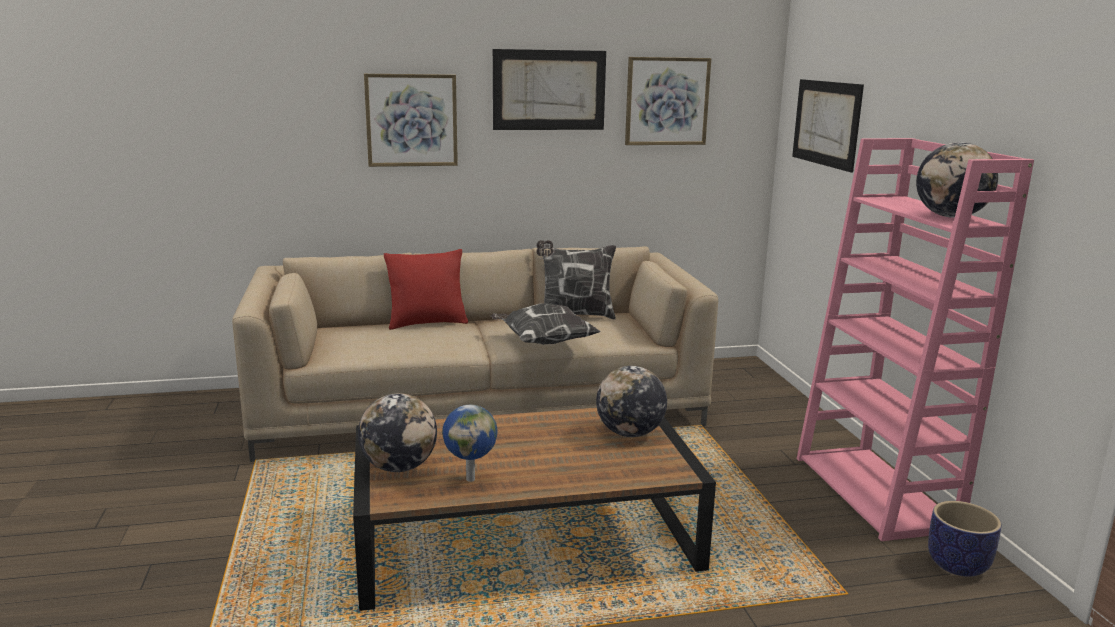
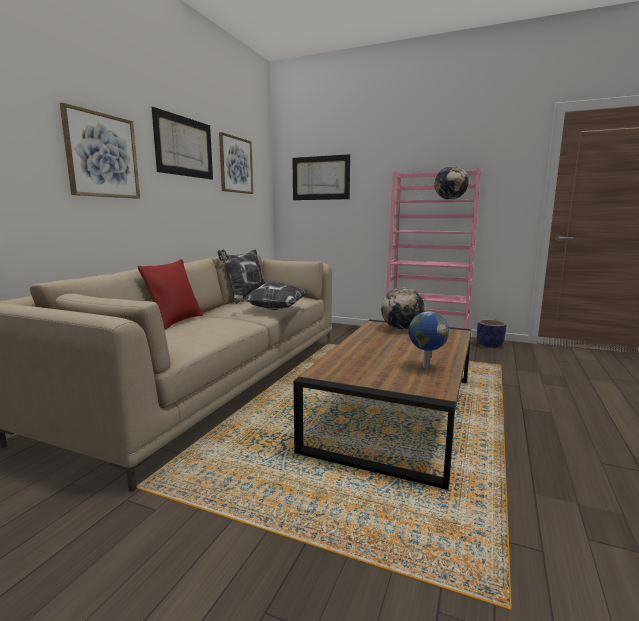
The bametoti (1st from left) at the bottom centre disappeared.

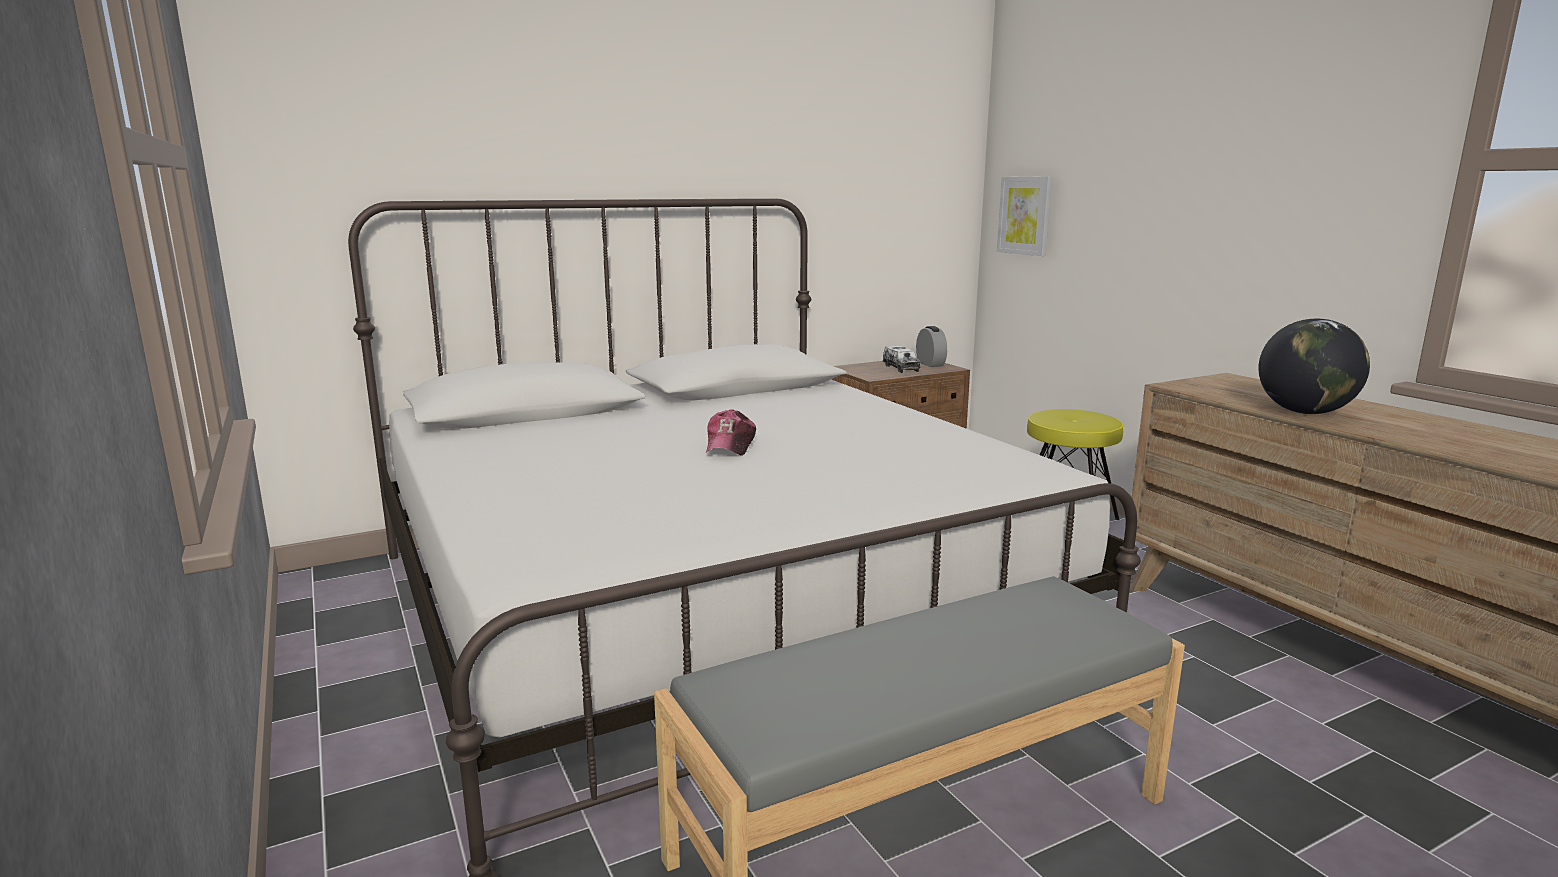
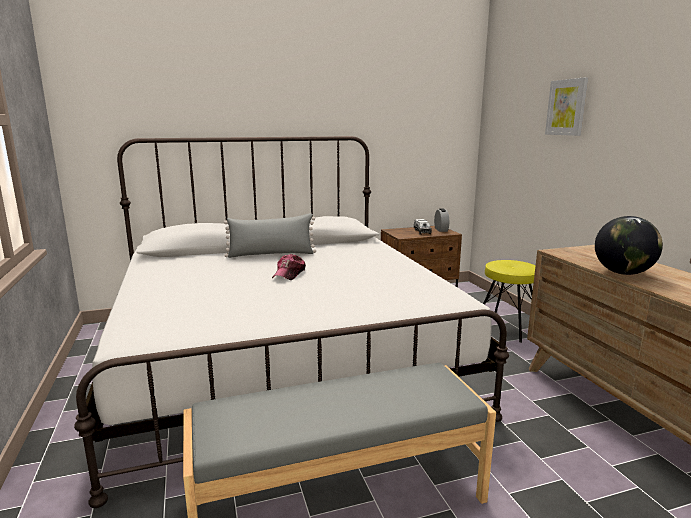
The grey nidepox at the centre appeared.
The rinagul moved from the top centre to the top right.

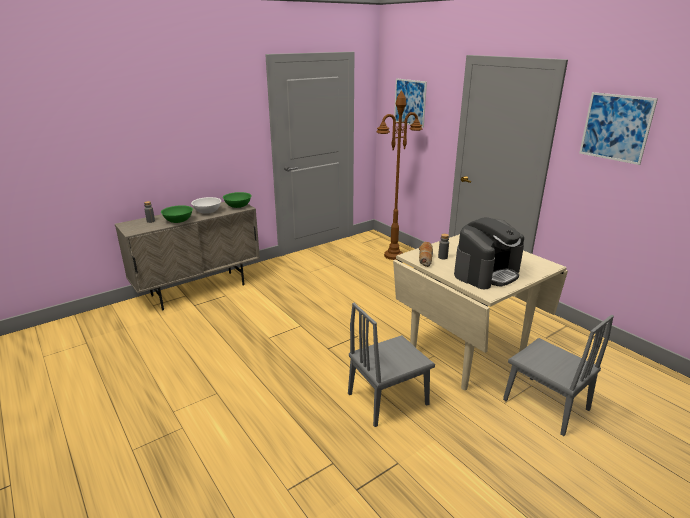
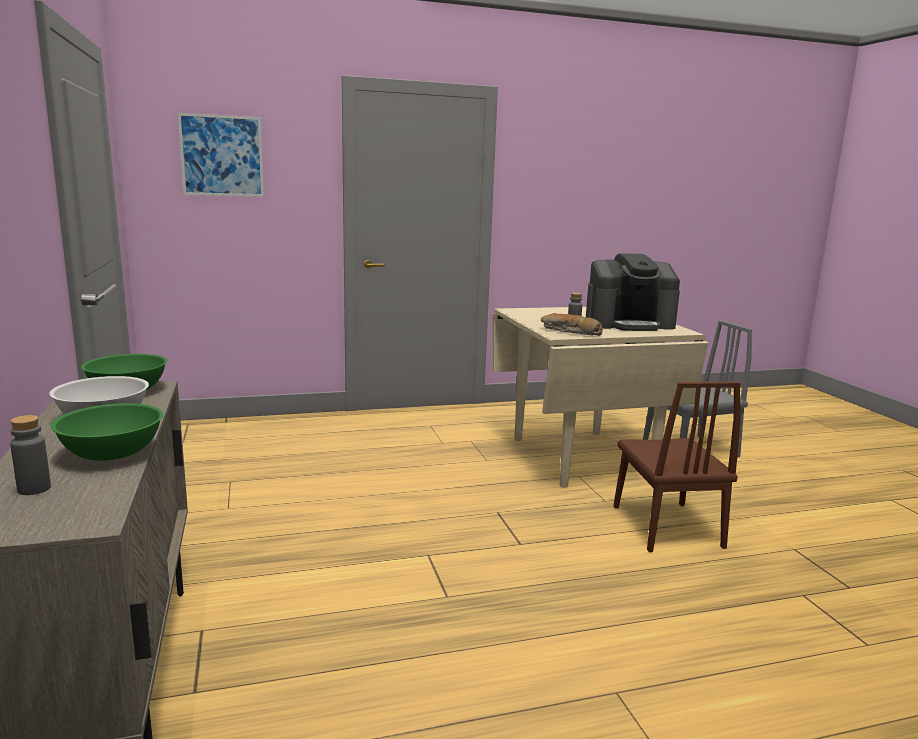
The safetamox at the middle right turned 105 degrees clockwise.
The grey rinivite (1st from left) at the bottom centre became the brown rinivite at the middle right.
The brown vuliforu at the centre disappeared.
The rinagul (2nd from left) at the top right disappeared.

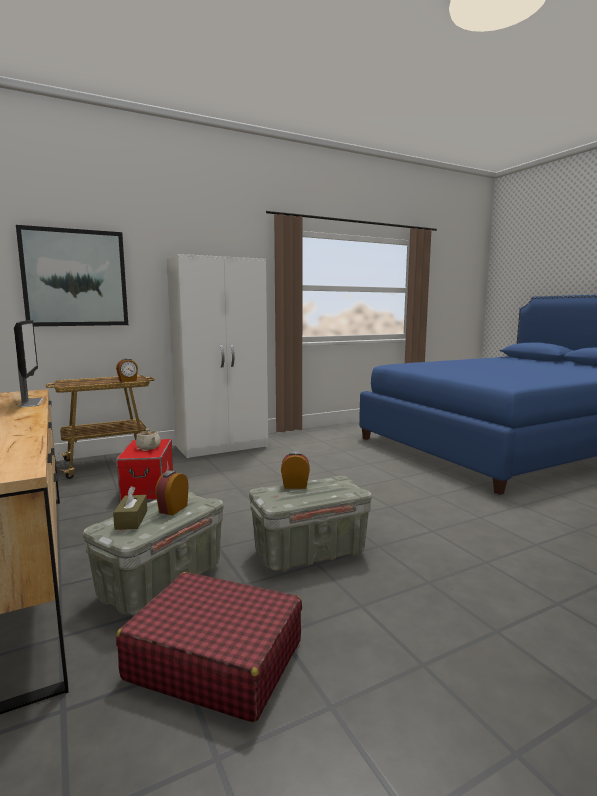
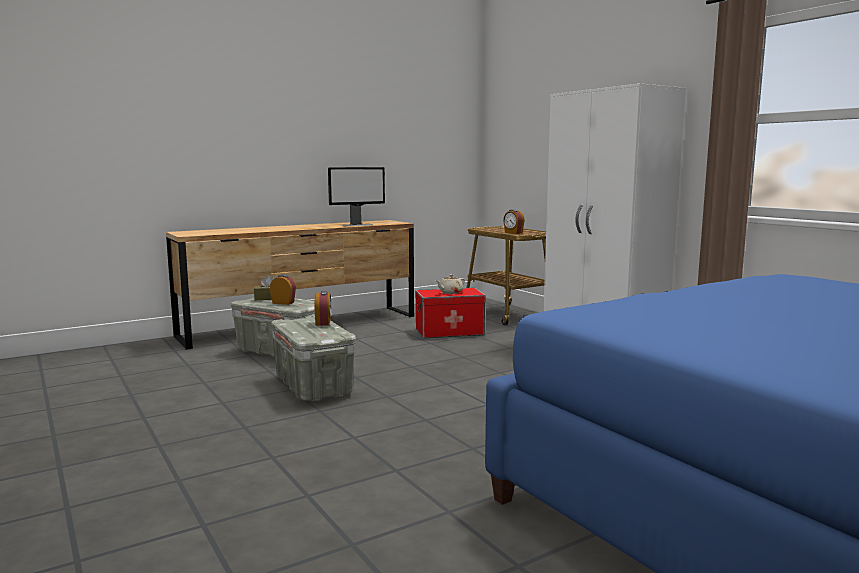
The rinagul at the middle left disappeared.
The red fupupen at the bottom centre disappeared.

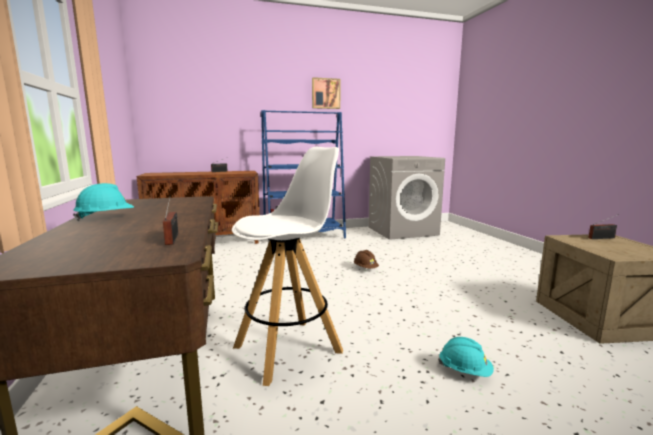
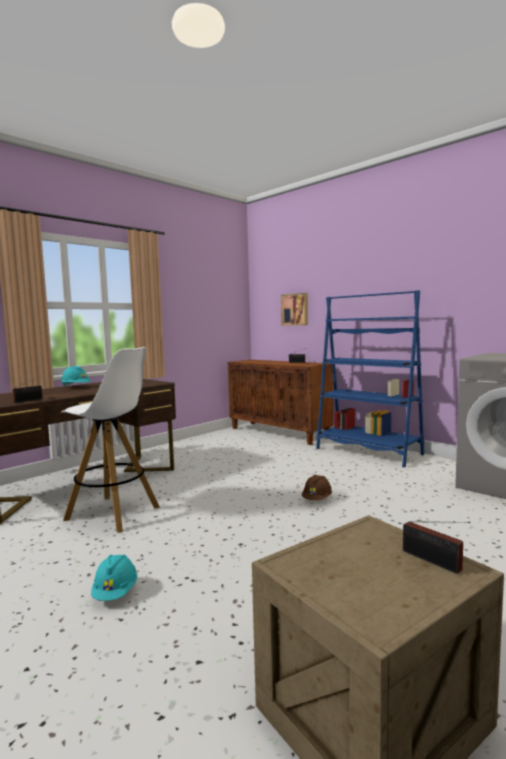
The rinagul moved from the top centre to the centre.

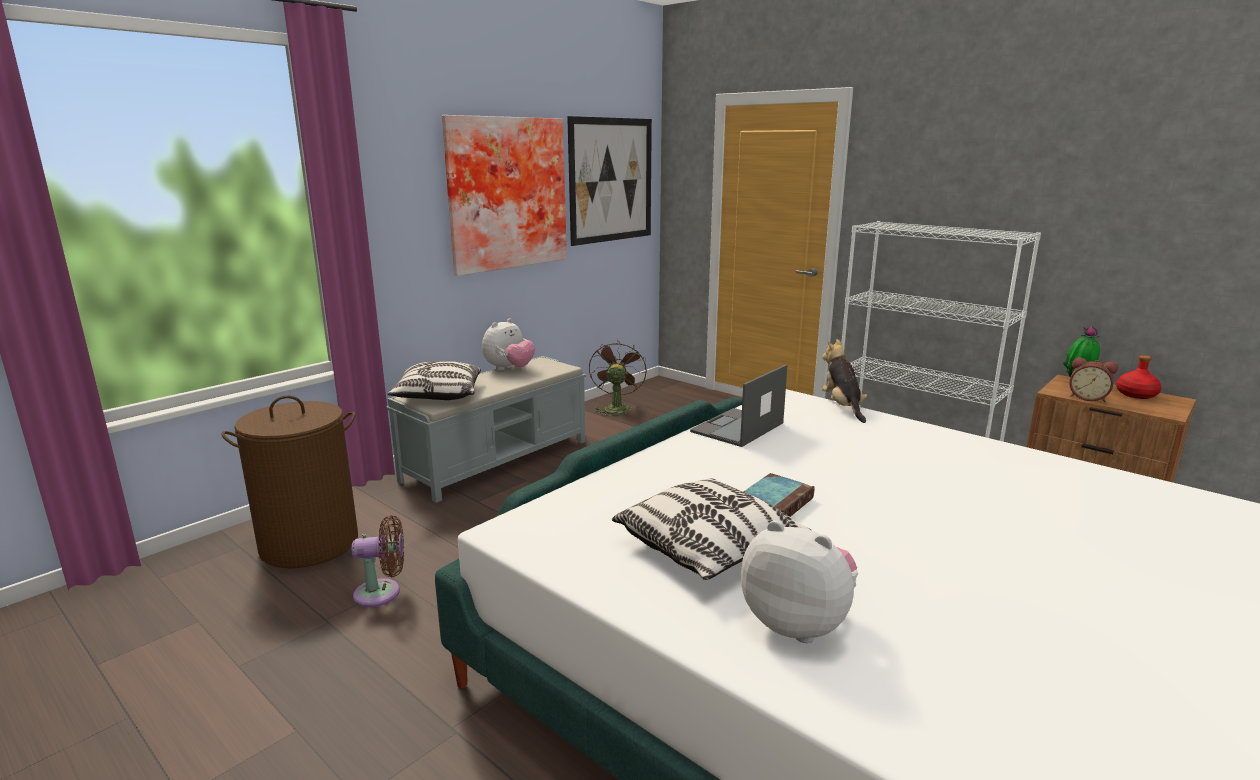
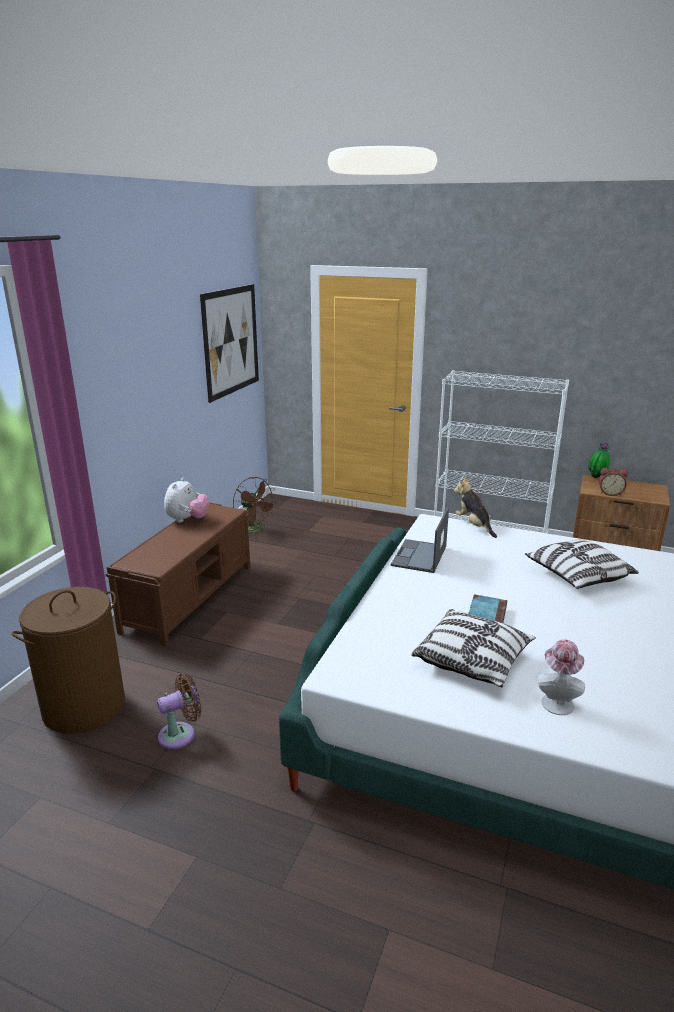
The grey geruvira at the centre became the brown geruvira at the middle left.
The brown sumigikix (2nd from left) at the centre turned 150 degrees clockwise.
The nidepox (1st from left in the first image) moved from the centre to the middle right.
The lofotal (2nd from left) at the bottom centre was replaced by the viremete at the bottom right.
The rinagul (1st from left) at the top centre disappeared.
The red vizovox at the middle right disappeared.

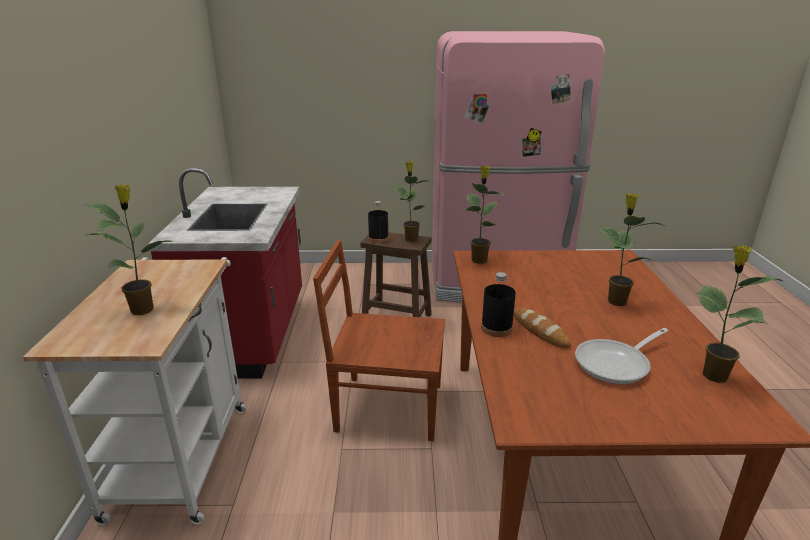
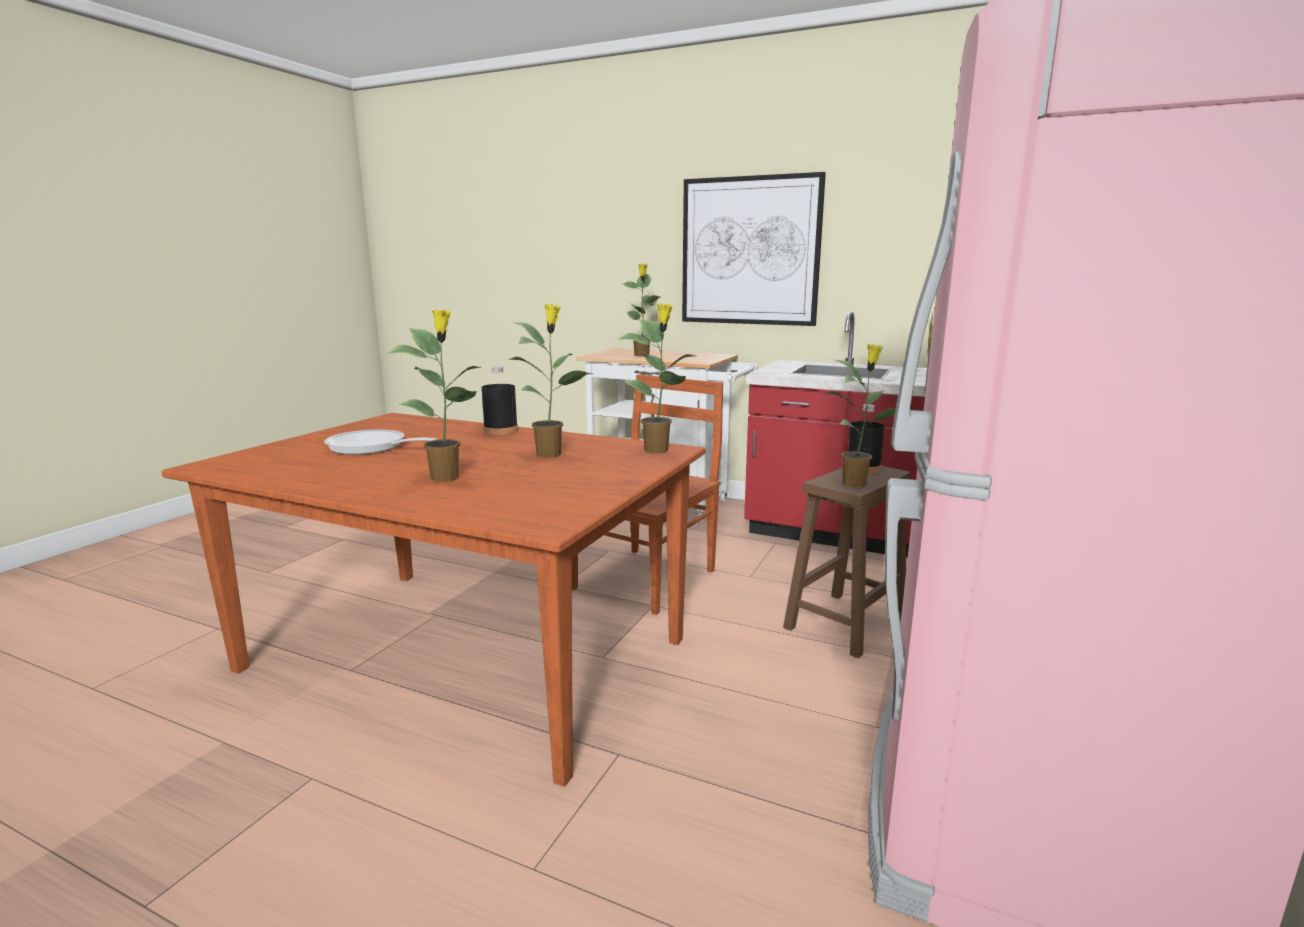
The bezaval at the middle right turned 60 degrees counterclockwise.
The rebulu (5th from left in the first image) moved from the middle right to the centre.
The rinagul at the top centre appeared.
The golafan at the middle right disappeared.

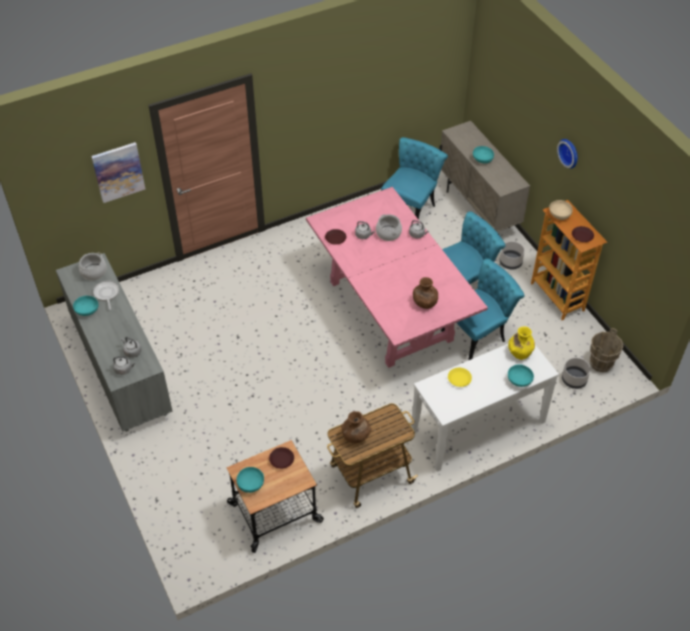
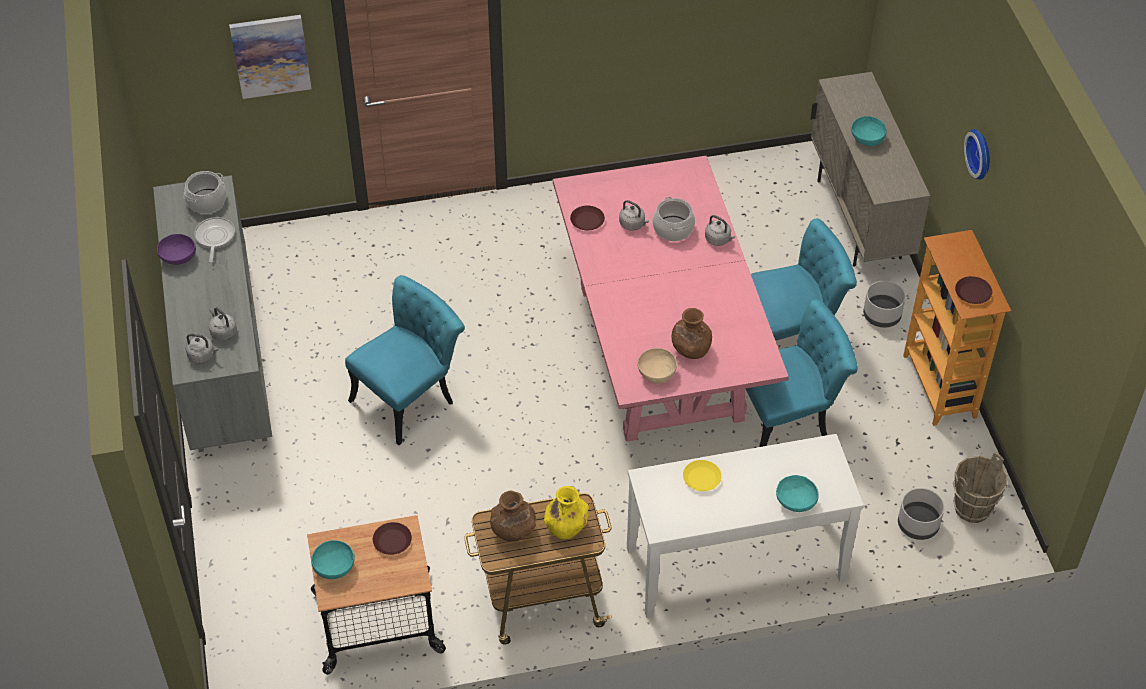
The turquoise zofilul (1st from left) at the middle left became the purple zofilul at the middle left.
The turquoise rinivite (1st from left) moved from the top centre to the centre.
The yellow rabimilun moved from the middle right to the bottom centre.
The beige zofilul moved from the top right to the centre.

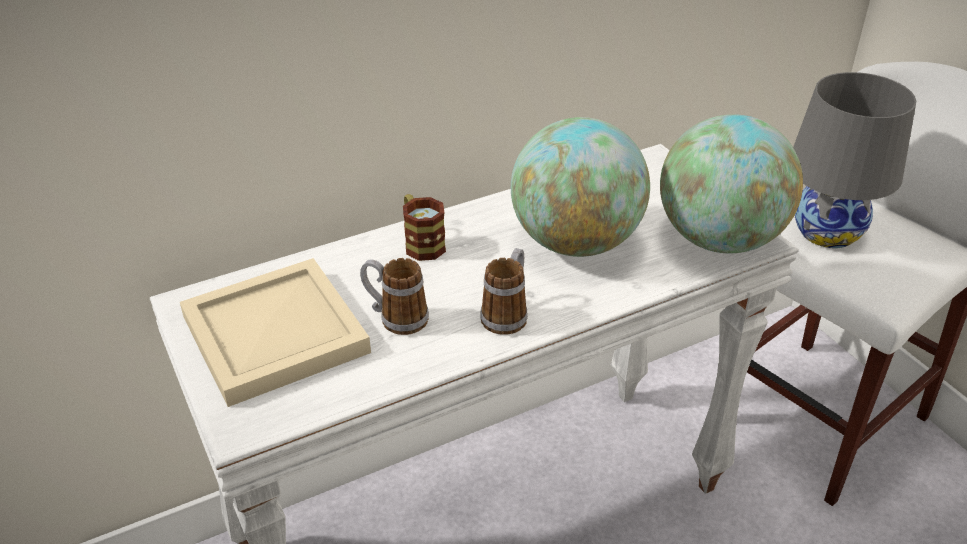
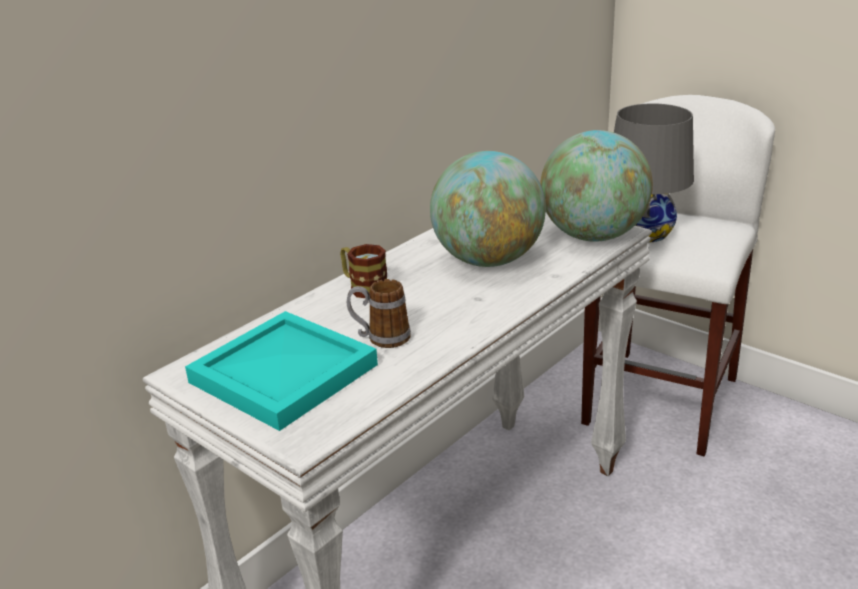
The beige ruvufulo at the middle left became the turquoise ruvufulo at the middle left.
The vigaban (3rd from left) at the centre disappeared.

